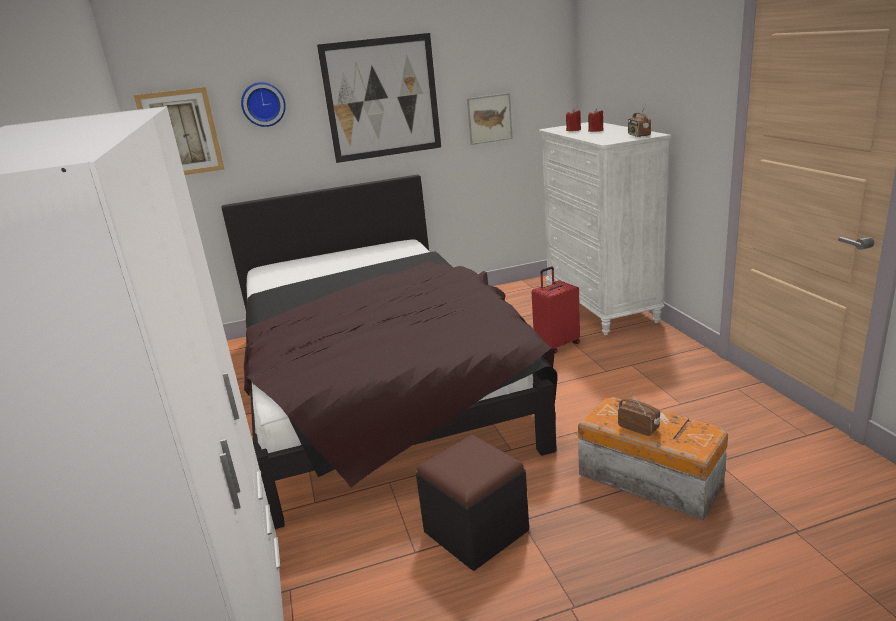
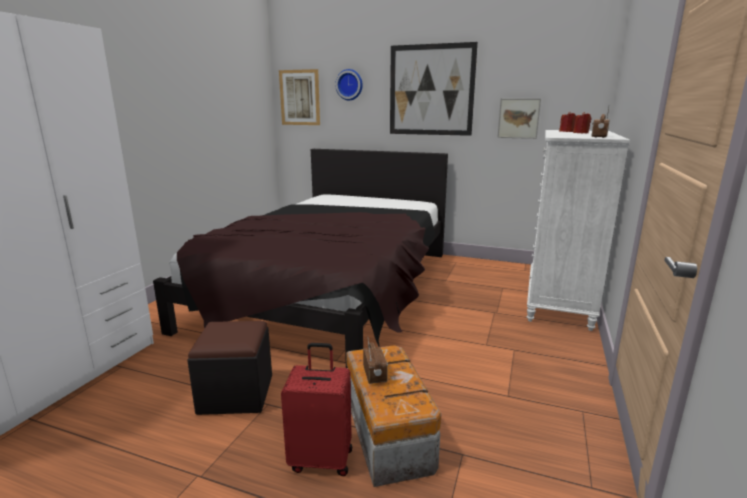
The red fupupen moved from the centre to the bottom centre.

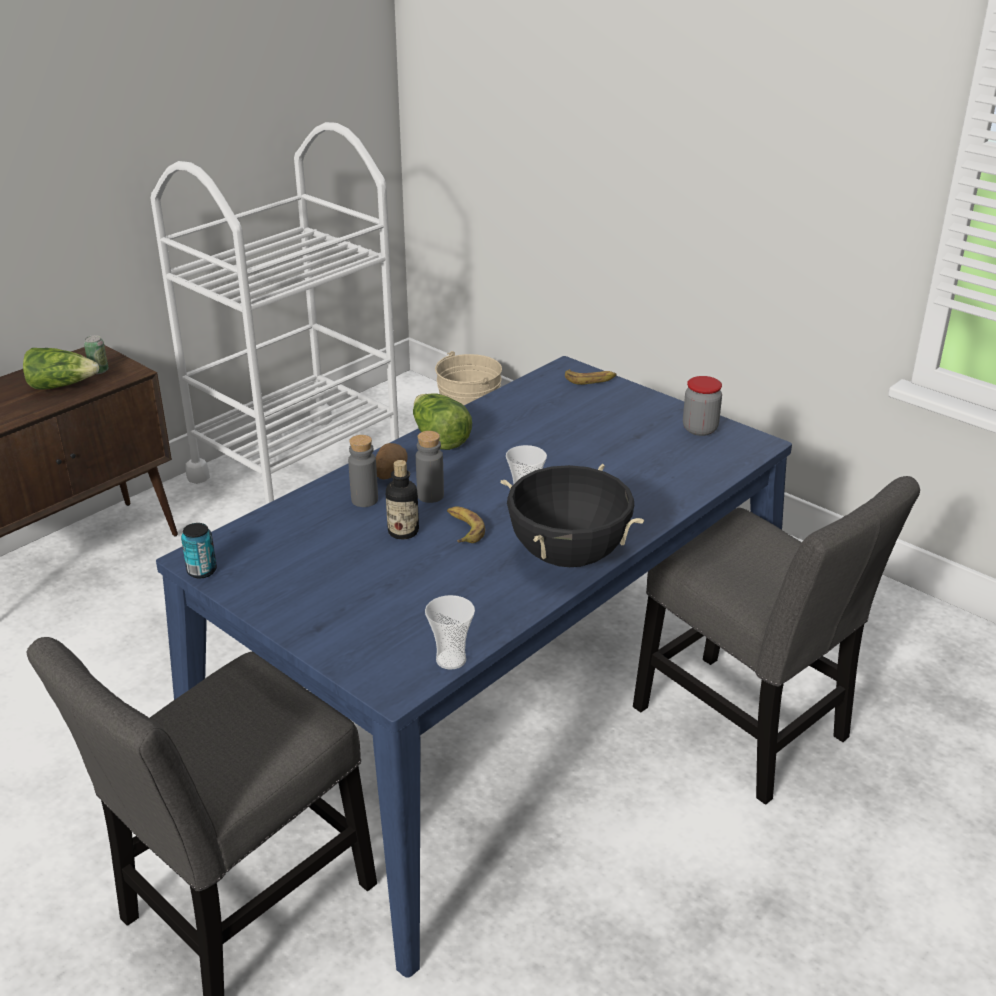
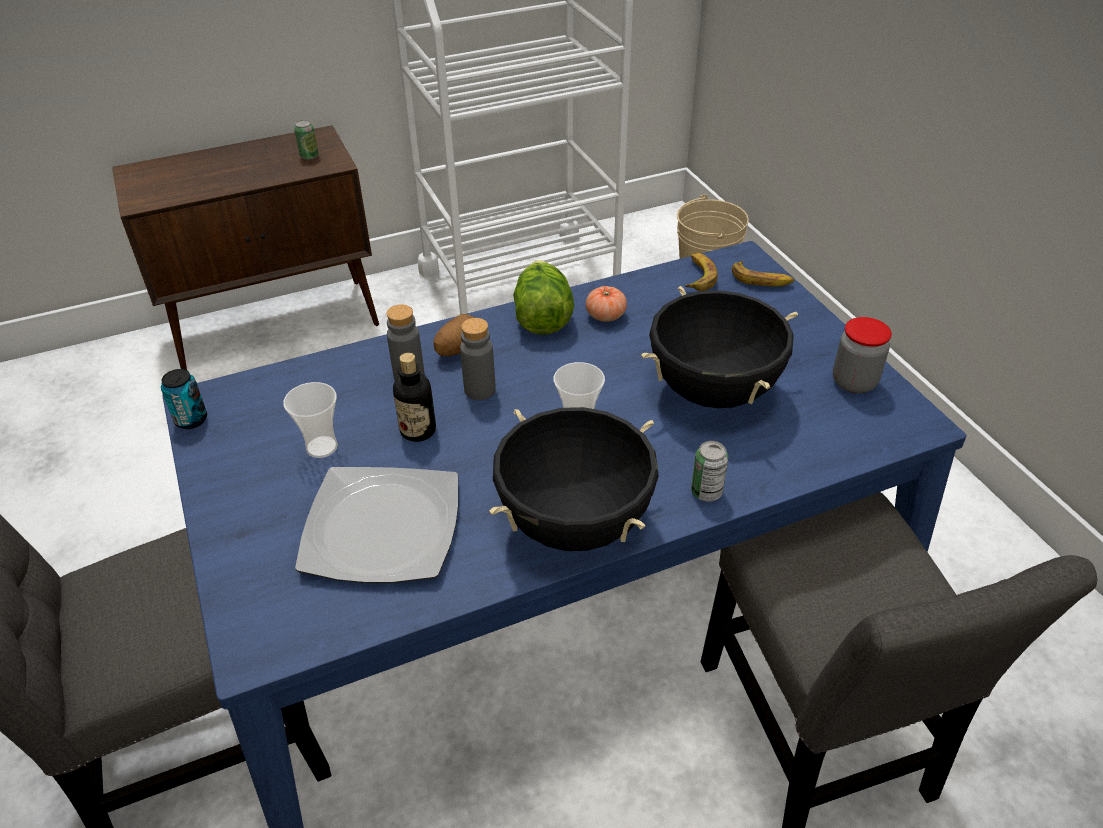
The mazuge (1st from left) moved from the centre to the middle left.
The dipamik at the centre appeared.
The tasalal at the centre appeared.
The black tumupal (2nd from left) at the centre appeared.
The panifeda (1st from left) moved from the centre to the top centre.
The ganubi (3rd from left) at the centre appeared.
The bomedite (1st from left) at the middle left disappeared.

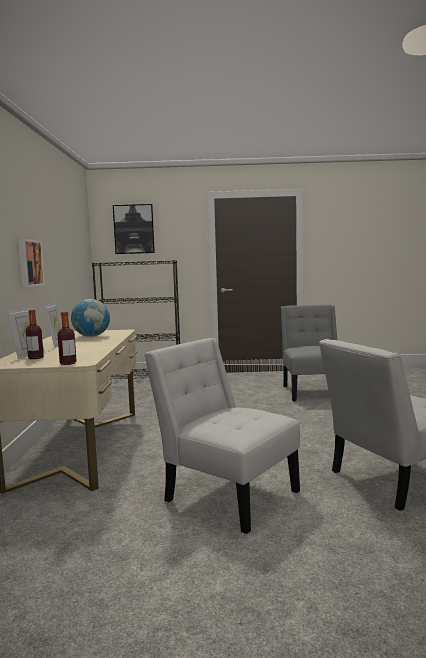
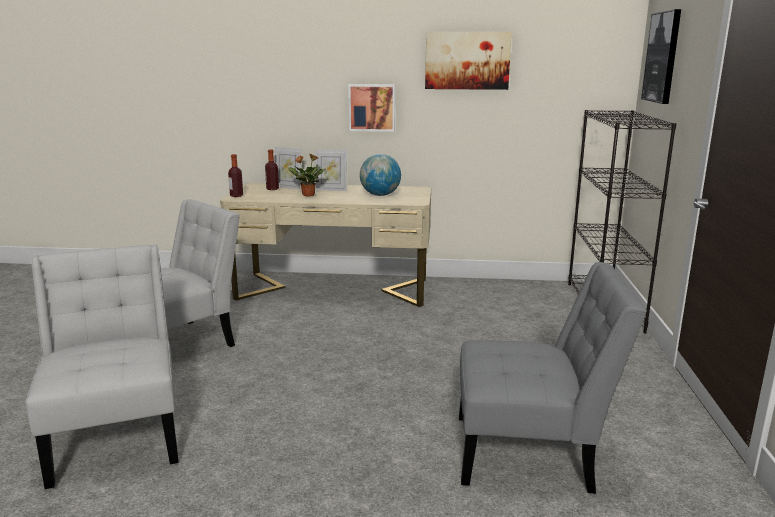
The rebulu at the centre appeared.
The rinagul (2nd from left) at the top centre appeared.

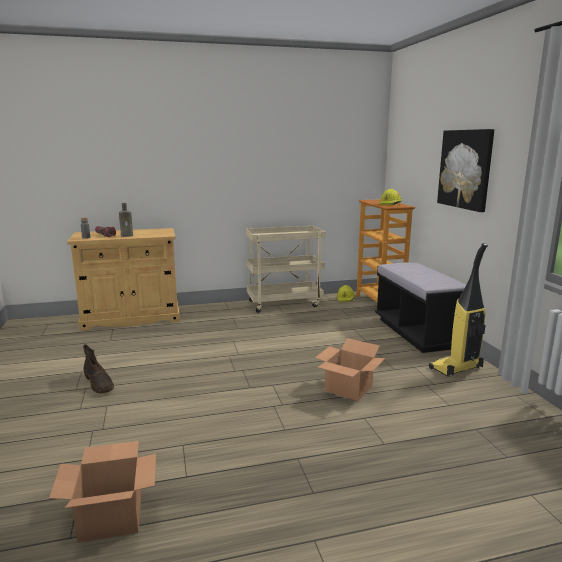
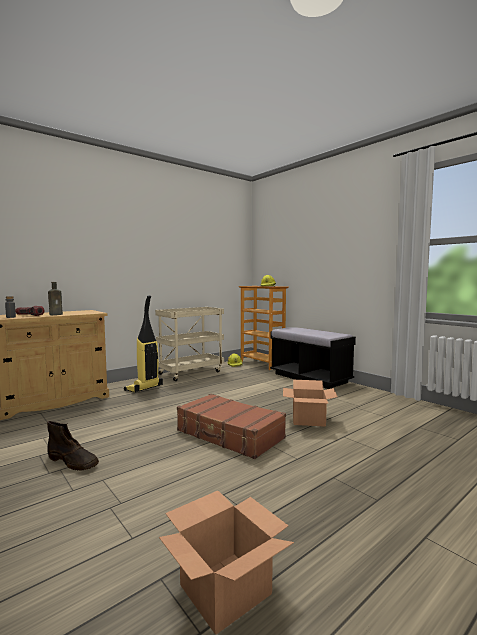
The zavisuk moved from the middle right to the middle left.
The brown fupupen at the bottom centre appeared.
The rinagul at the top right disappeared.

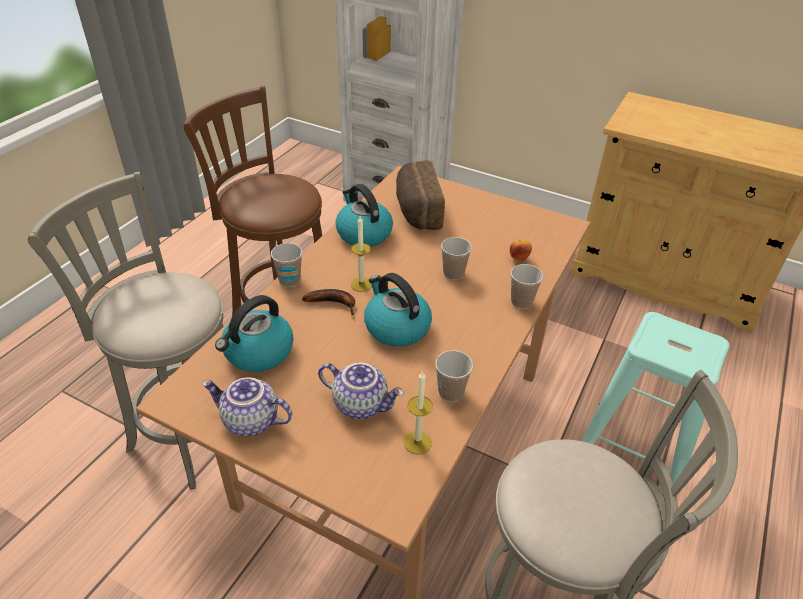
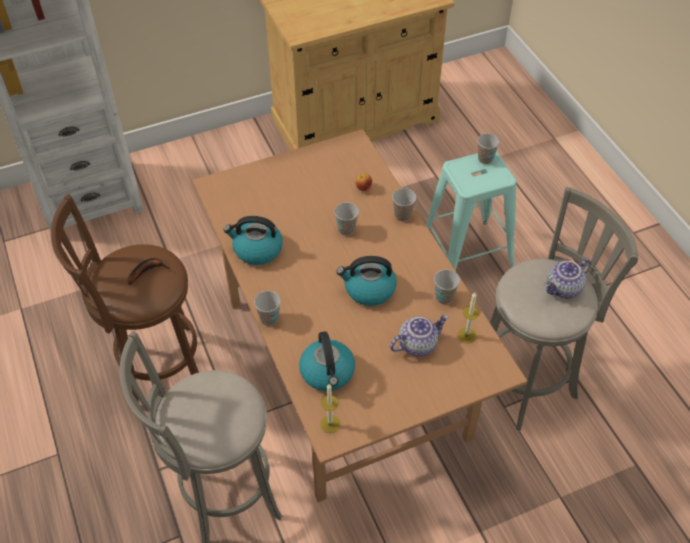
The panifeda moved from the centre to the middle left.
The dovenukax (1st from left) moved from the centre to the bottom centre.
The mazuge (5th from left) at the top right appeared.
The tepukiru (1st from left in the first image) moved from the bottom left to the middle right.
The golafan at the top centre disappeared.

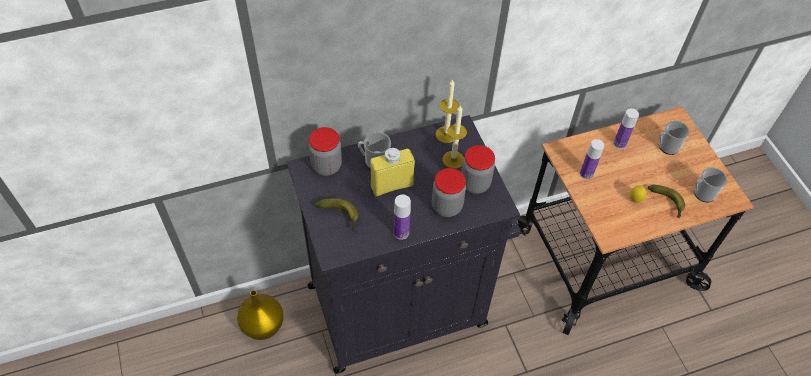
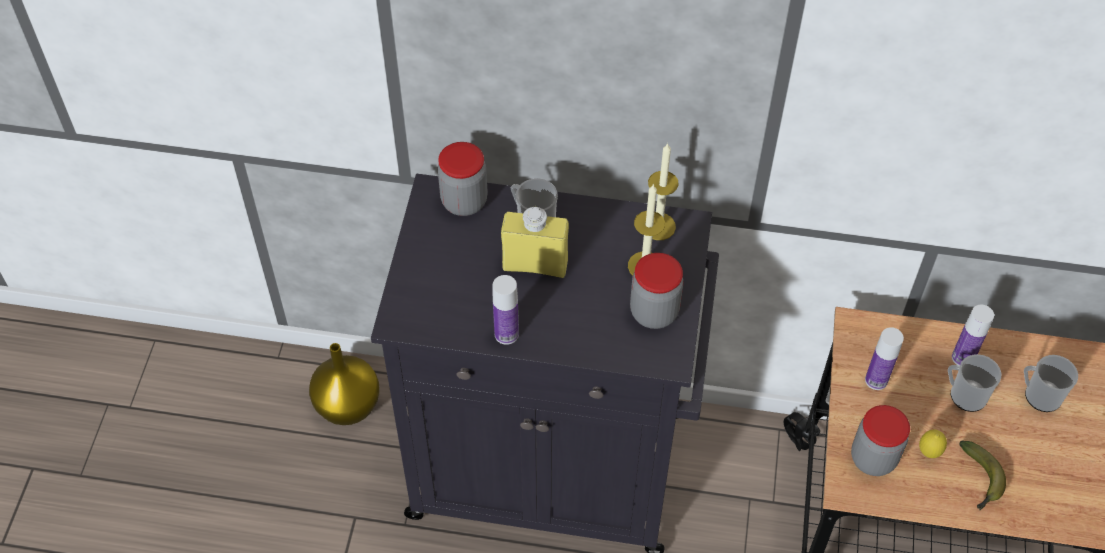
The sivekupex (2nd from left in the first image) moved from the centre to the bottom right.
The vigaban (3rd from left in the first image) moved from the middle right to the bottom right.
The panifeda (1st from left) at the centre disappeared.

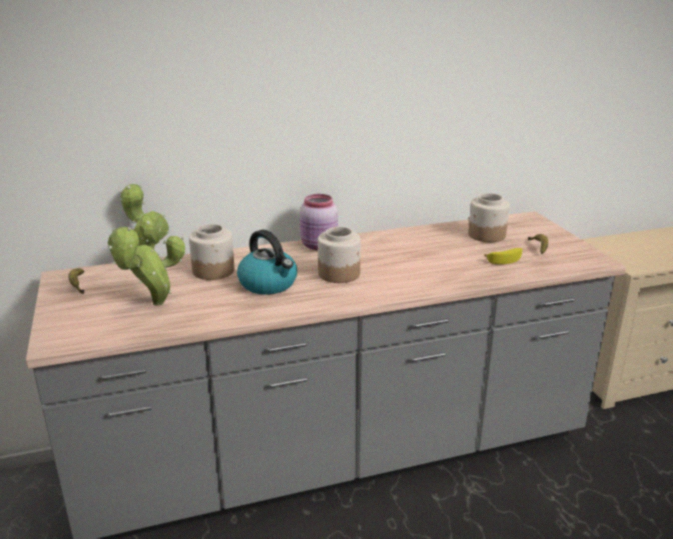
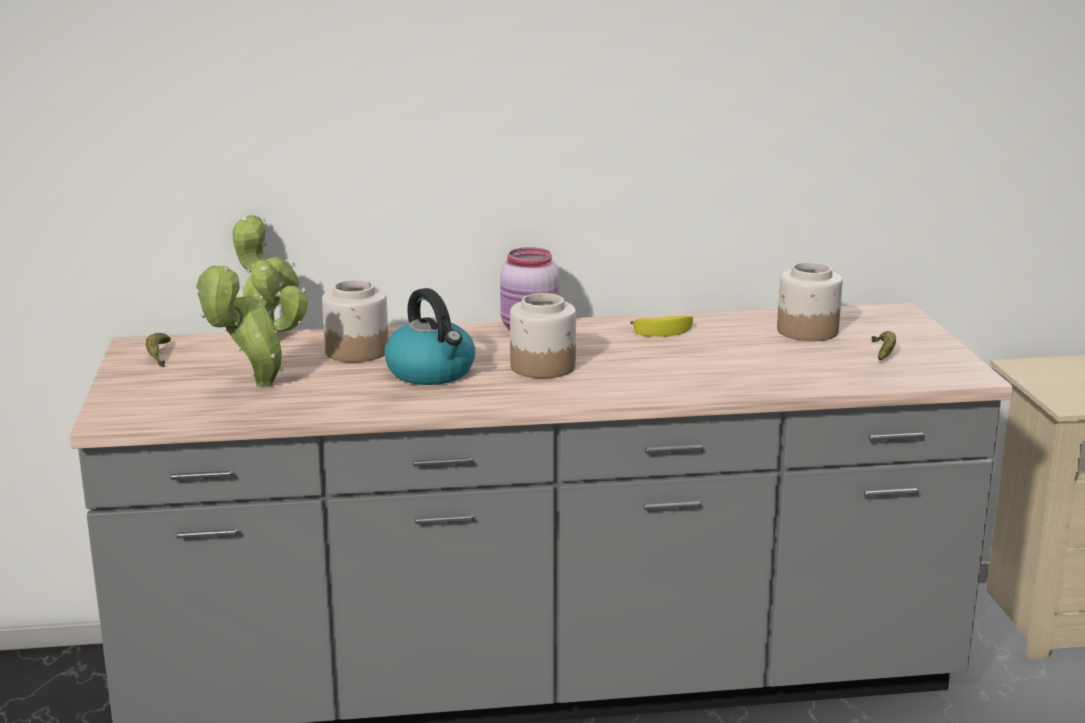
The panifeda (2nd from left) moved from the middle right to the centre.

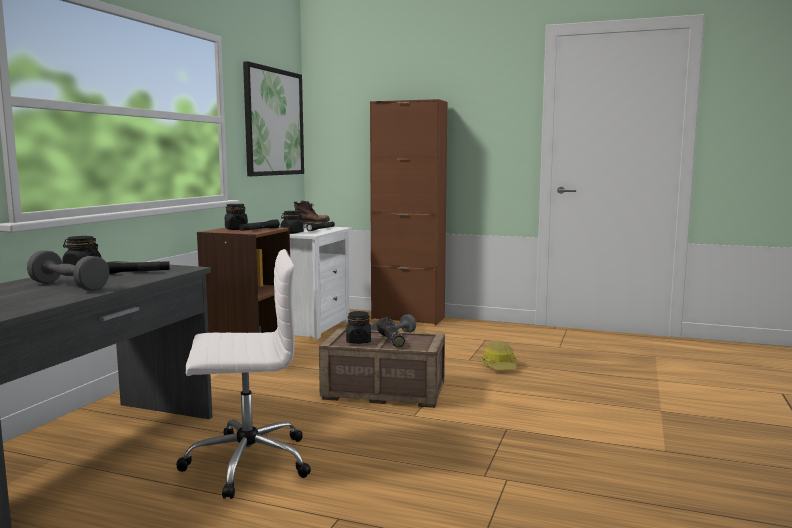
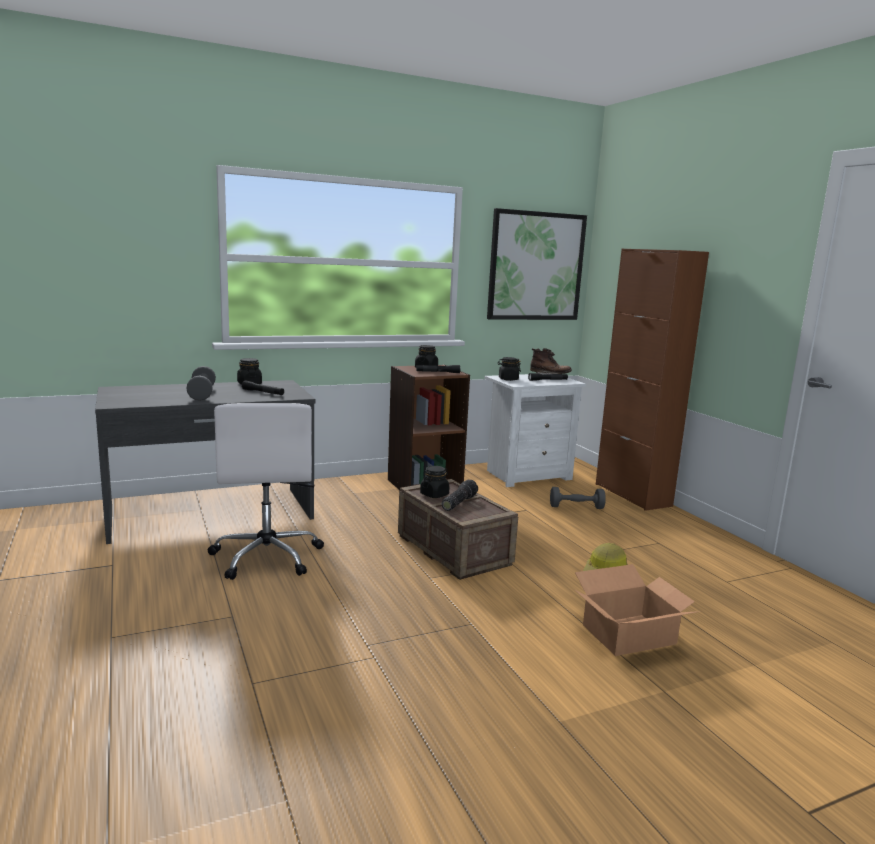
The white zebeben at the bottom left turned 45 degrees clockwise.
The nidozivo at the bottom right appeared.

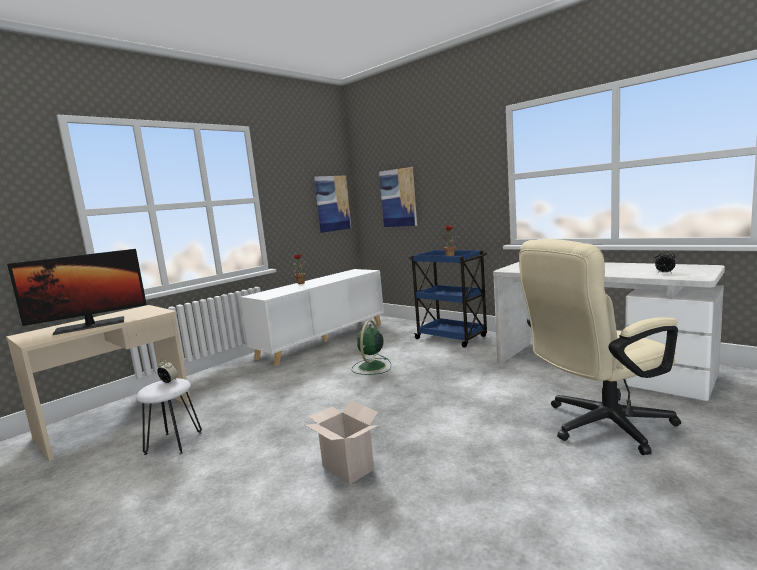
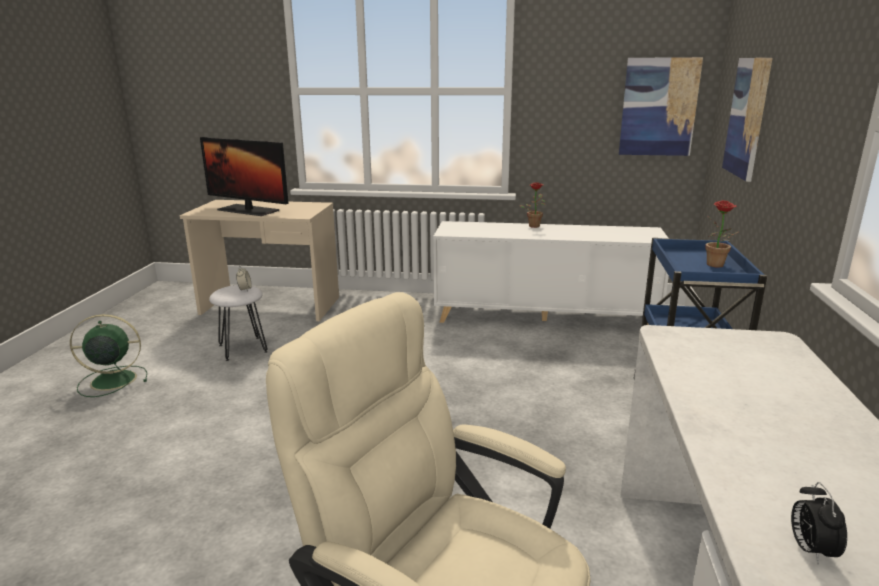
The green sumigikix moved from the centre to the middle left.
The nidozivo at the bottom centre disappeared.

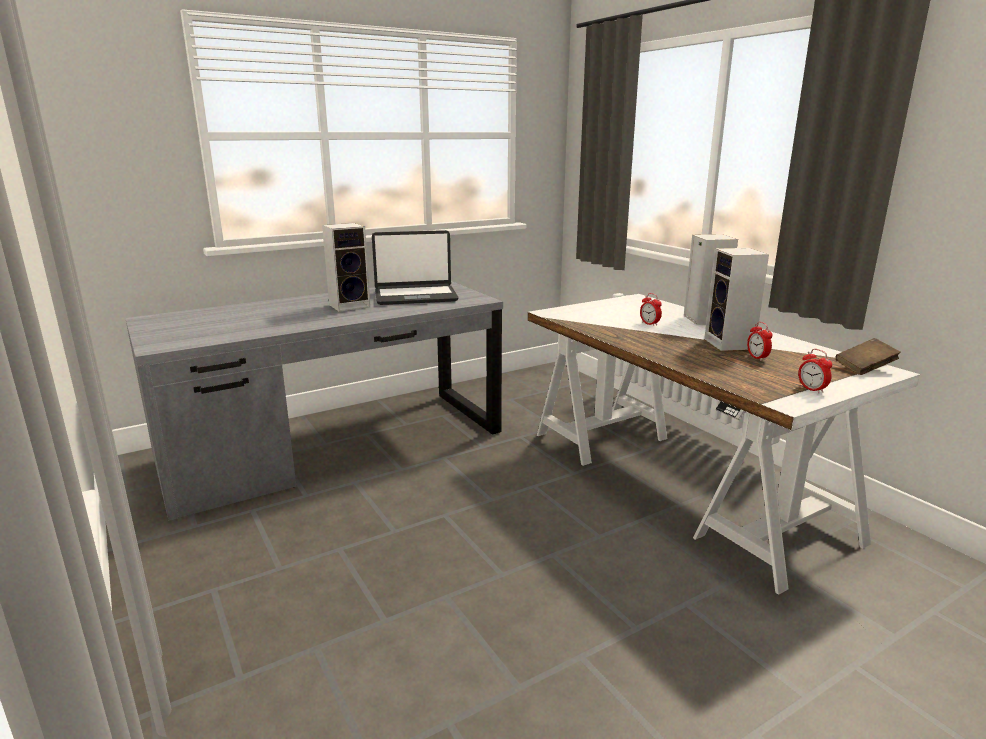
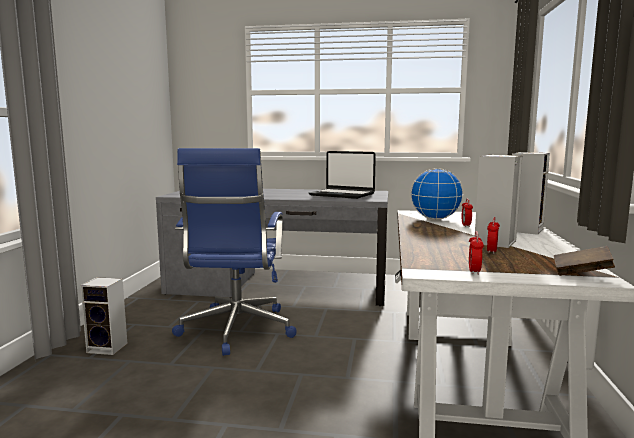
The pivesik (1st from left) moved from the centre to the bottom left.
The blue zebeben at the centre appeared.
The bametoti at the middle right appeared.

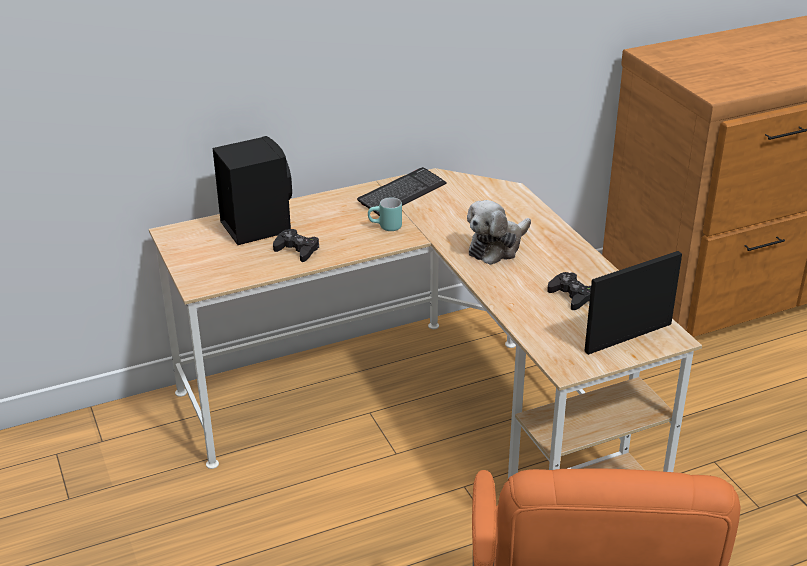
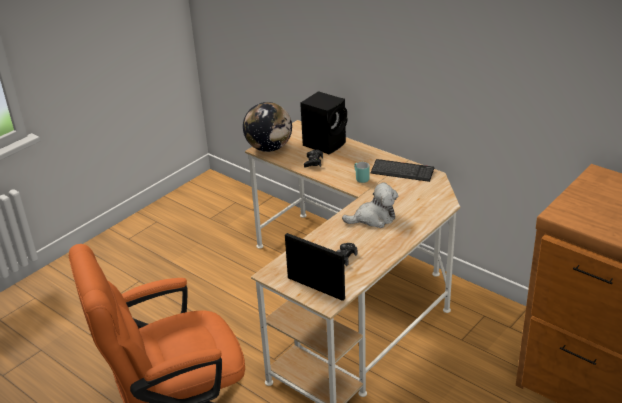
The bametoti at the top centre appeared.
The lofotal at the centre turned 150 degrees clockwise.

